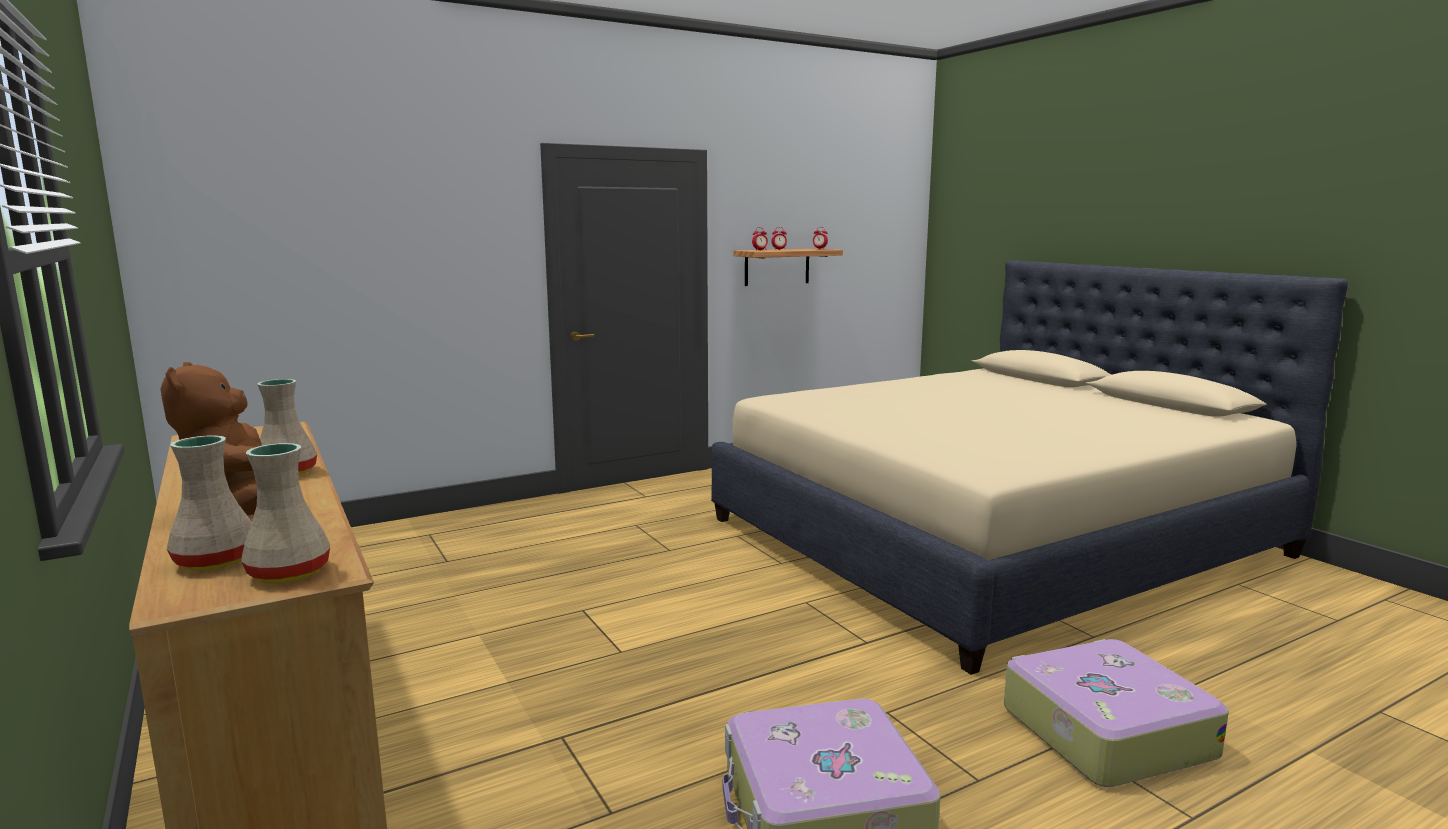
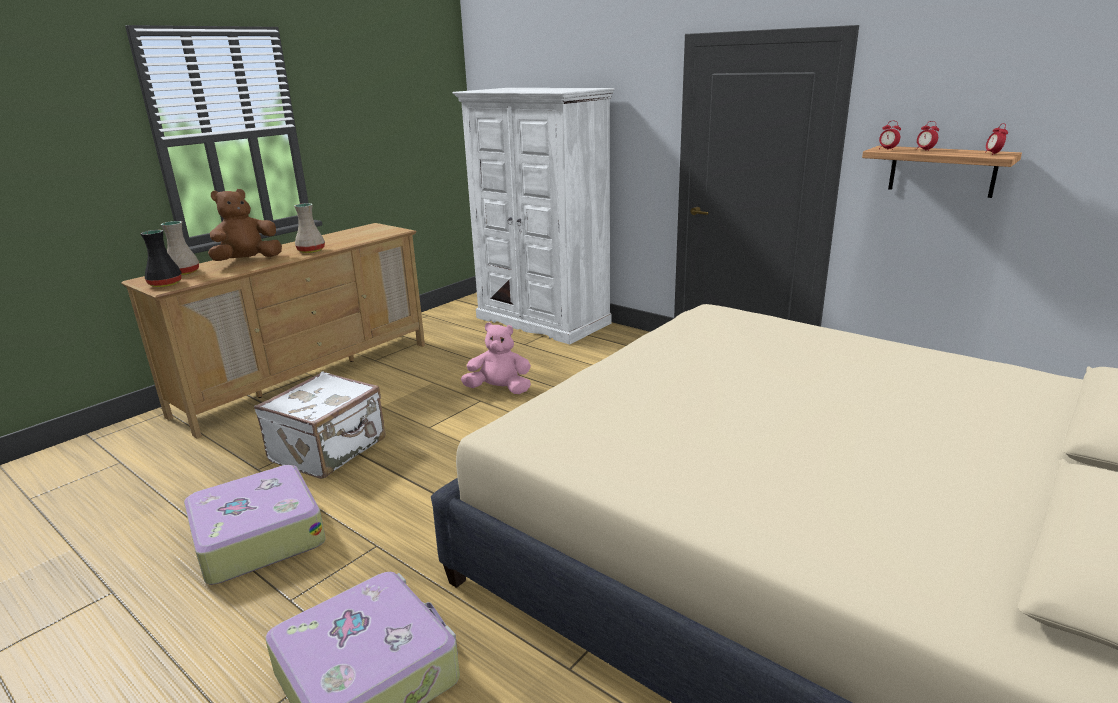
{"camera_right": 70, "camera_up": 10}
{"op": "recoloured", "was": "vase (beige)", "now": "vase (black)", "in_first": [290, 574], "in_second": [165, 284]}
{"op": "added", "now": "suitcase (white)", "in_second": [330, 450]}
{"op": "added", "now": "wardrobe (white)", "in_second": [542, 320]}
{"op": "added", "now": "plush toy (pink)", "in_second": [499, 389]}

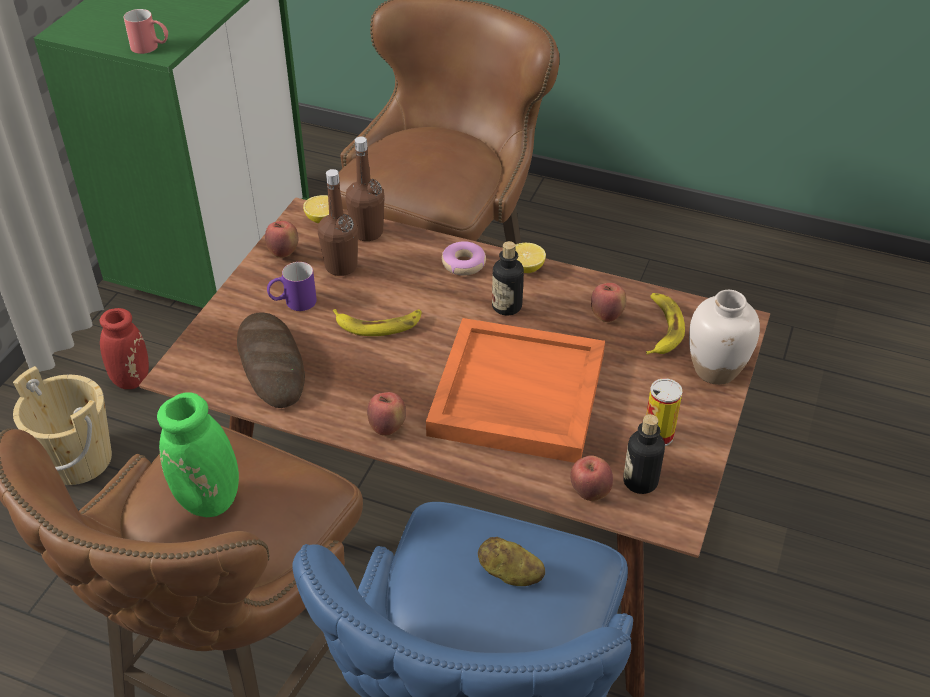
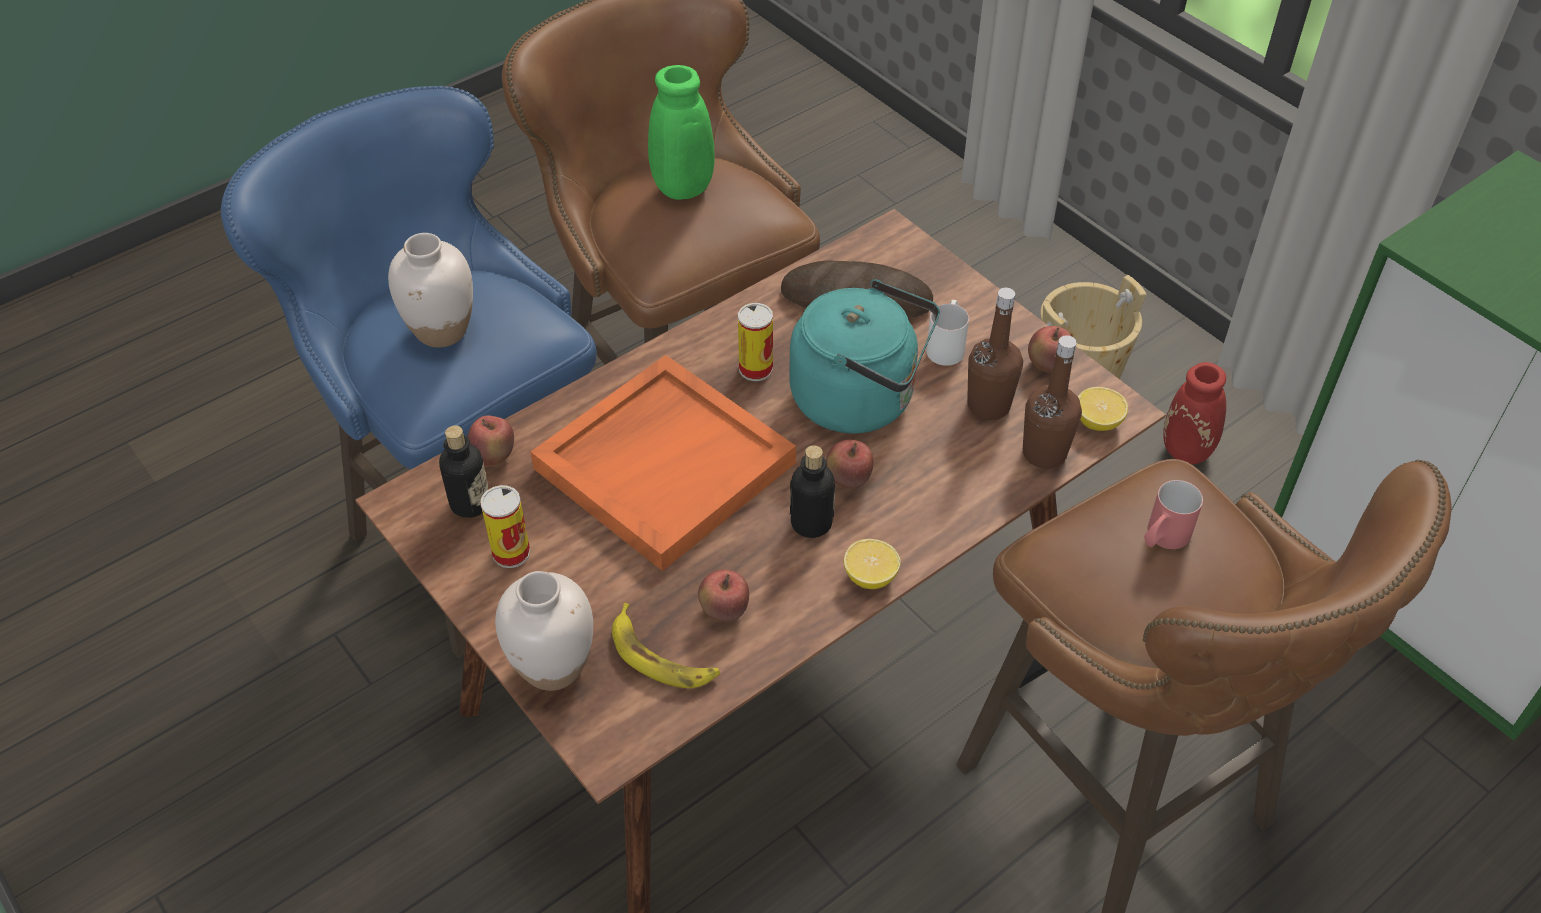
{"camera_right": 120, "camera_up": 5}
{"op": "moved", "was": "mug (red)", "in_first": [151, 48], "in_second": [1162, 539]}
{"op": "recoloured", "was": "mug (purple)", "now": "mug (white)", "in_first": [293, 303], "in_second": [946, 345]}
{"op": "replaced", "was": "banana", "now": "kettle (turquoise)", "in_first": [378, 324], "in_second": [860, 399]}
{"op": "moved", "was": "apple", "in_first": [387, 427], "in_second": [848, 481]}
{"op": "removed", "was": "donut", "in_first": [463, 264]}
{"op": "replaced", "was": "potato", "now": "vase (white)", "in_first": [510, 574], "in_second": [442, 331]}
{"op": "added", "now": "can", "in_second": [755, 369]}

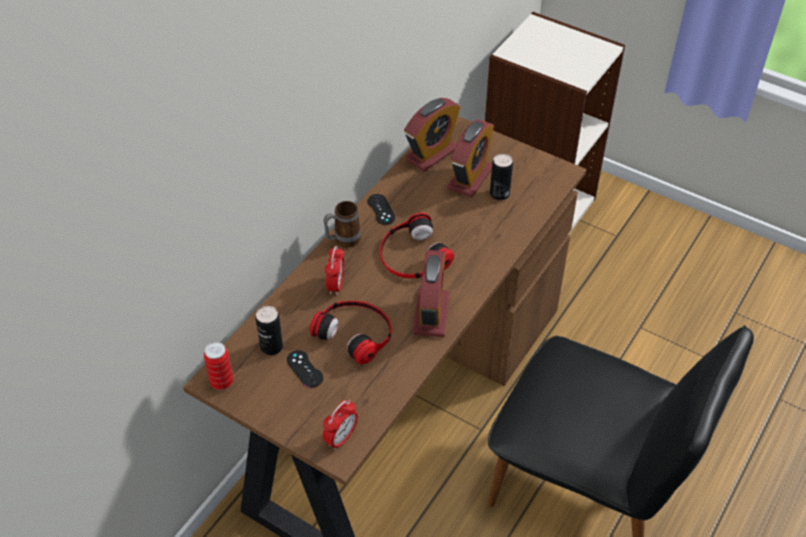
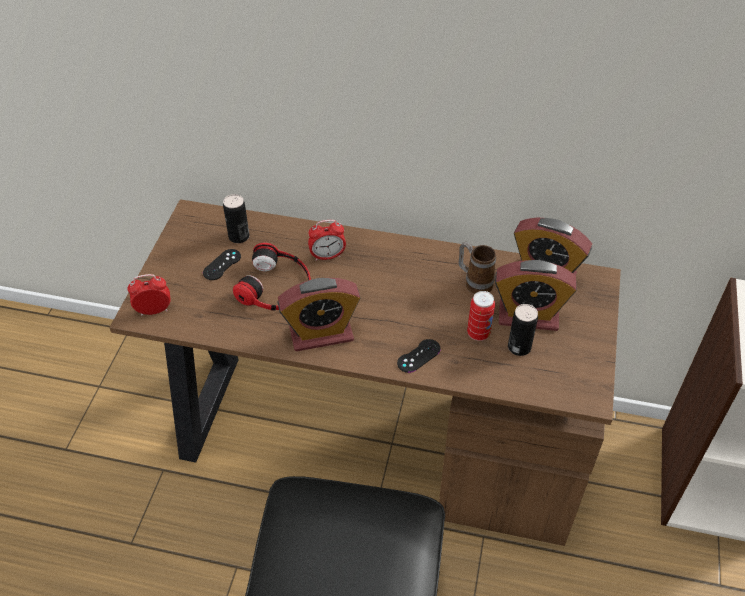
{"camera_right": 70, "camera_up": 0}
{"op": "moved", "was": "can", "in_first": [222, 382], "in_second": [478, 333]}
{"op": "moved", "was": "mug", "in_first": [342, 241], "in_second": [474, 282]}
{"op": "turned", "was": "alarm clock", "in_first": [341, 438], "in_second": [154, 310], "clockwise": 150}
{"op": "moved", "was": "game controller (black)", "in_first": [381, 209], "in_second": [418, 356]}
{"op": "removed", "was": "headphones", "in_first": [412, 255]}

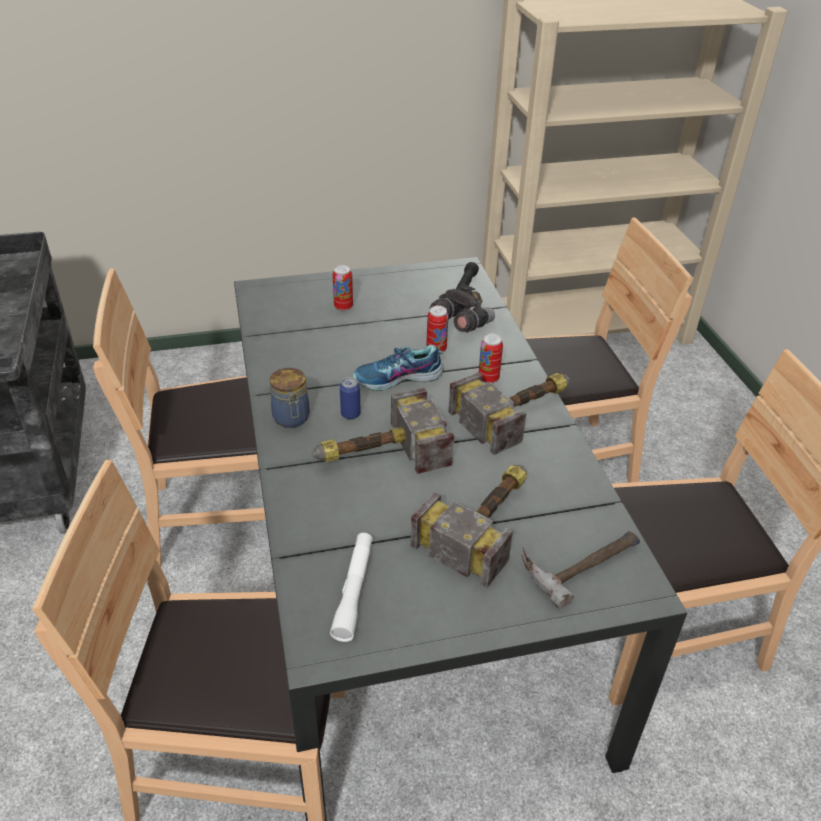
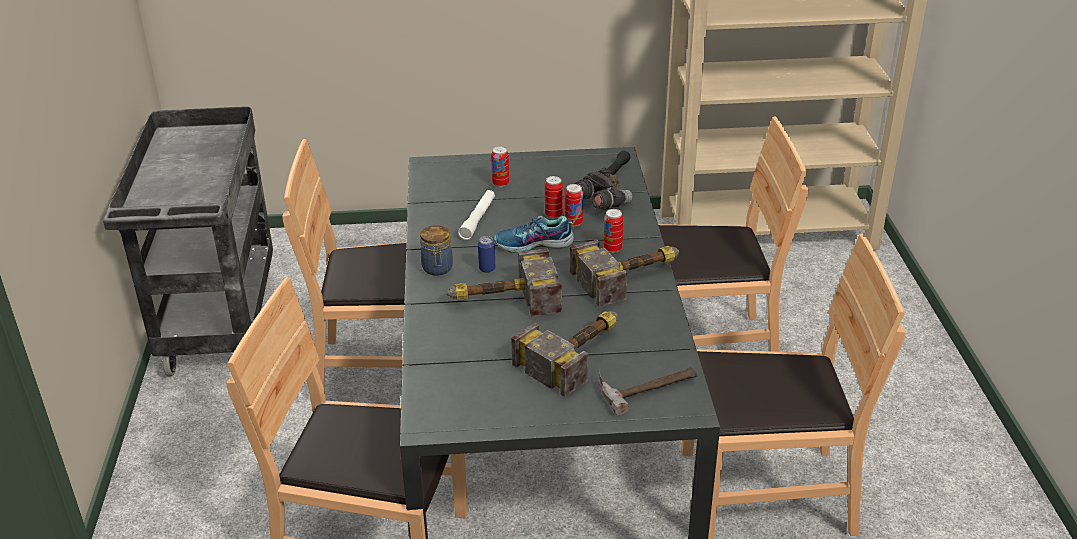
{"camera_right": 10, "camera_up": -5}
{"op": "moved", "was": "flashlight (white)", "in_first": [354, 590], "in_second": [478, 219]}
{"op": "added", "now": "can", "in_second": [553, 215]}

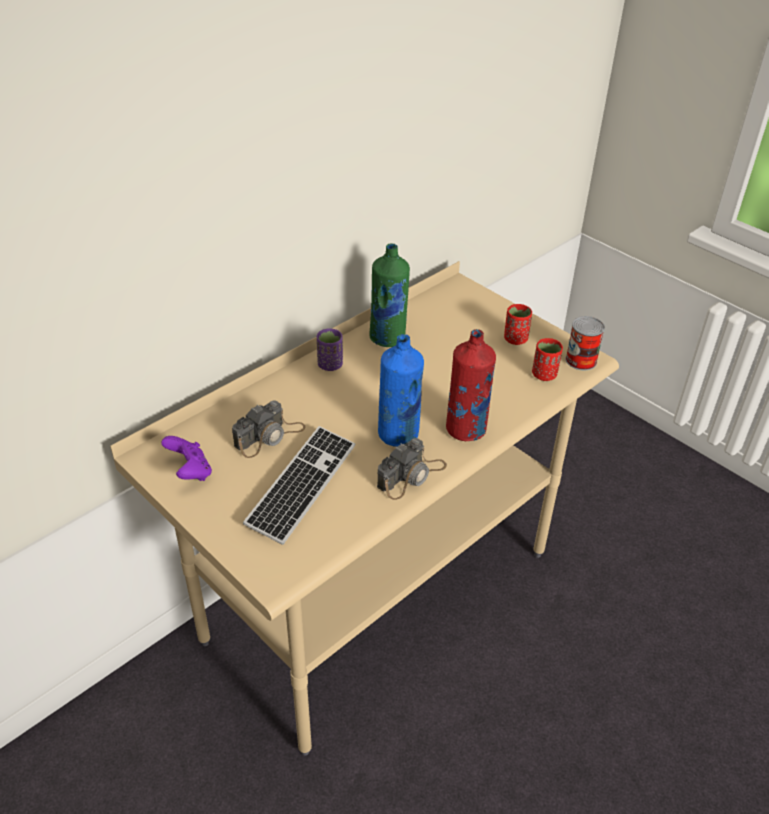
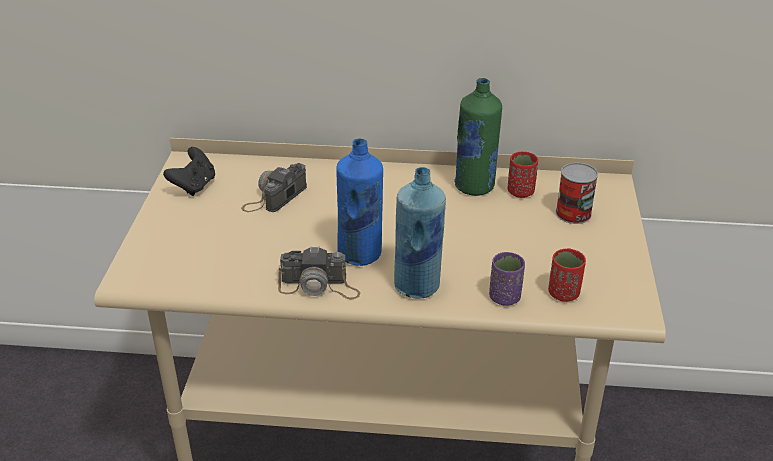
{"camera_right": 50, "camera_up": -5}
{"op": "recoloured", "was": "game controller (purple)", "now": "game controller (black)", "in_first": [190, 472], "in_second": [194, 186]}
{"op": "turned", "was": "photo camera", "in_first": [269, 436], "in_second": [275, 197], "clockwise": 120}
{"op": "removed", "was": "keyboard", "in_first": [302, 485]}
{"op": "moved", "was": "cup (purple)", "in_first": [330, 365], "in_second": [504, 297]}
{"op": "recoloured", "was": "bottle (red)", "now": "bottle (blue)", "in_first": [466, 429], "in_second": [417, 286]}
{"op": "moved", "was": "cup (red)", "in_first": [515, 339], "in_second": [520, 192]}
{"op": "moved", "was": "can", "in_first": [581, 360], "in_second": [573, 213]}

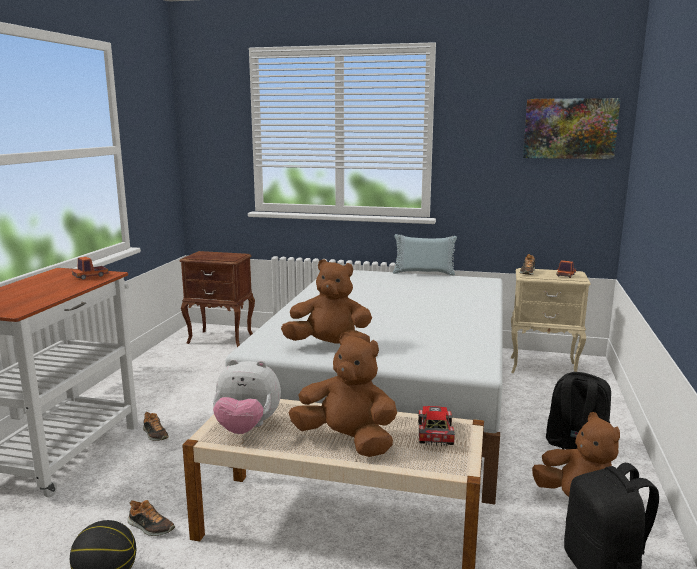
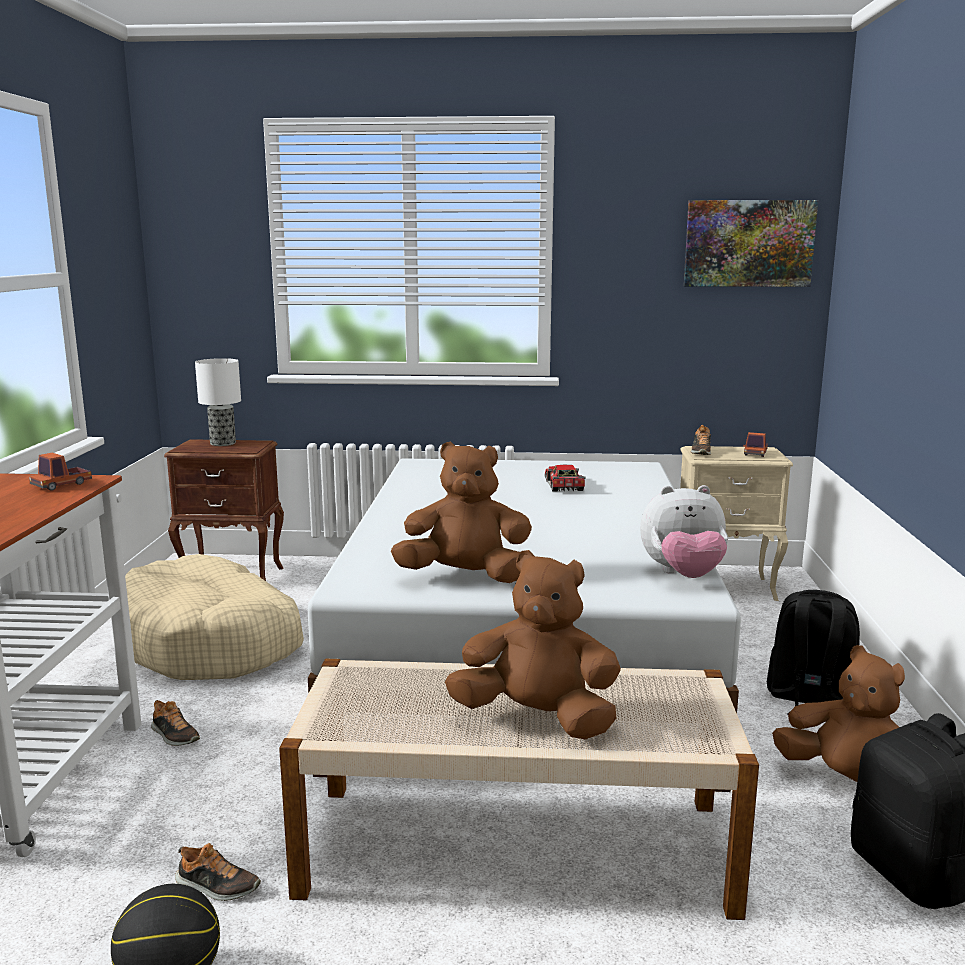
{"camera_right": -10, "camera_up": 0}
{"op": "moved", "was": "plush toy", "in_first": [247, 428], "in_second": [683, 575]}
{"op": "removed", "was": "pillow (blue)", "in_first": [423, 273]}
{"op": "moved", "was": "toy car", "in_first": [433, 432], "in_second": [562, 485]}
{"op": "added", "now": "dog bed (beige)", "in_second": [211, 643]}
{"op": "added", "now": "table lamp", "in_second": [223, 443]}

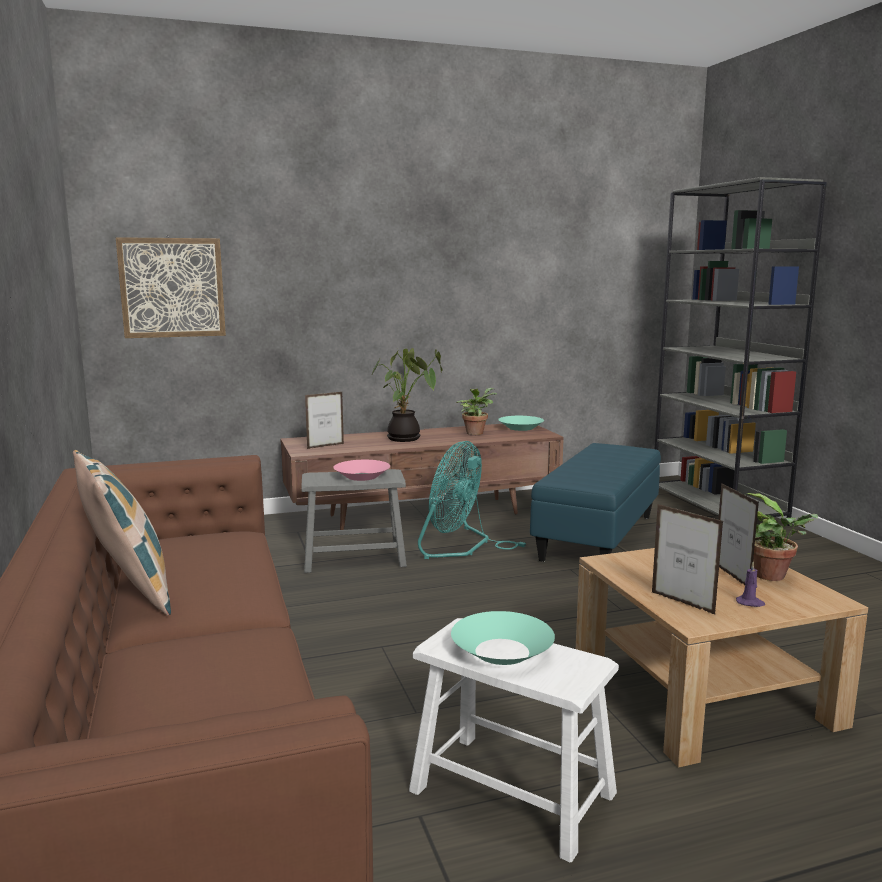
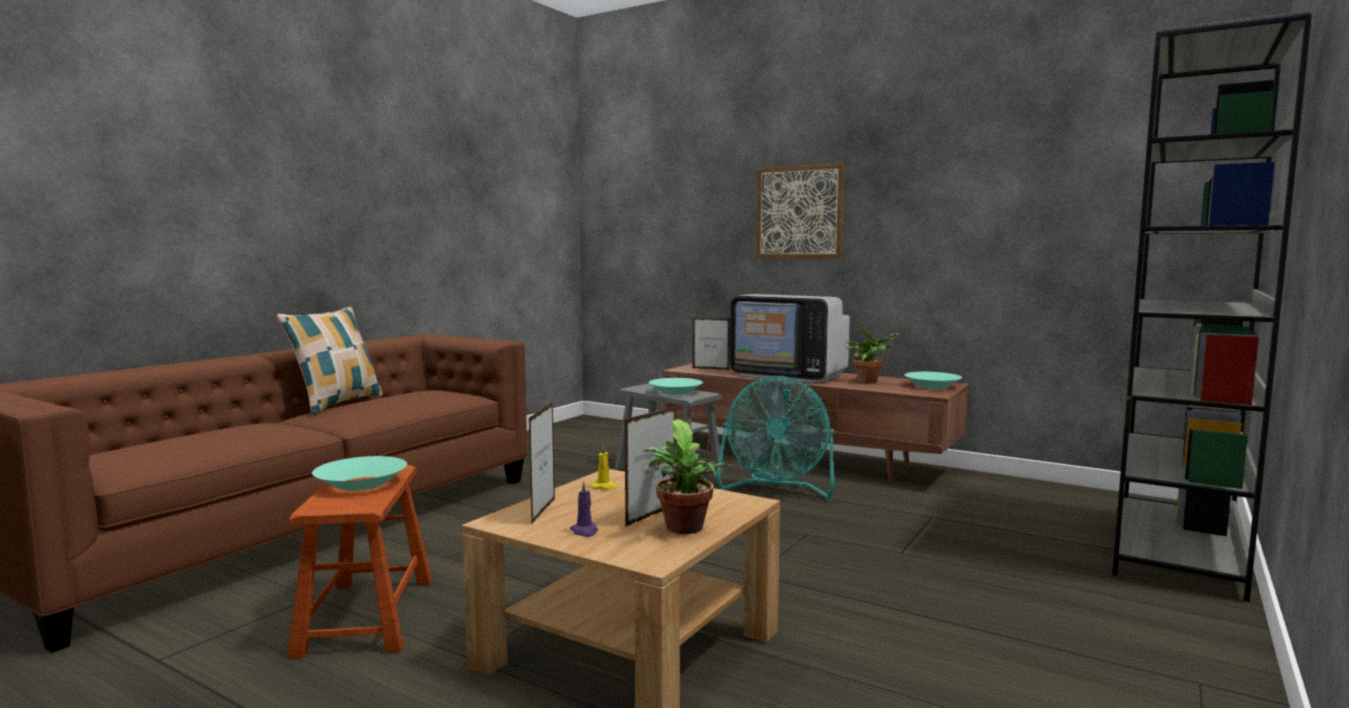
{"camera_right": 50, "camera_up": -5}
{"op": "moved", "was": "picture", "in_first": [172, 286], "in_second": [799, 211]}
{"op": "recoloured", "was": "bowl (pink)", "now": "bowl (turquoise)", "in_first": [362, 476], "in_second": [675, 392]}
{"op": "replaced", "was": "potted plant", "now": "television", "in_first": [406, 439], "in_second": [789, 375]}
{"op": "recoloured", "was": "stool (white)", "now": "stool (brown)", "in_first": [512, 791], "in_second": [367, 615]}
{"op": "turned", "was": "fan (turquoise)", "in_first": [466, 545], "in_second": [774, 489], "clockwise": -150}
{"op": "removed", "was": "ottoman (blue)", "in_first": [597, 537]}
{"op": "added", "now": "candle (yellow)", "in_second": [605, 487]}

